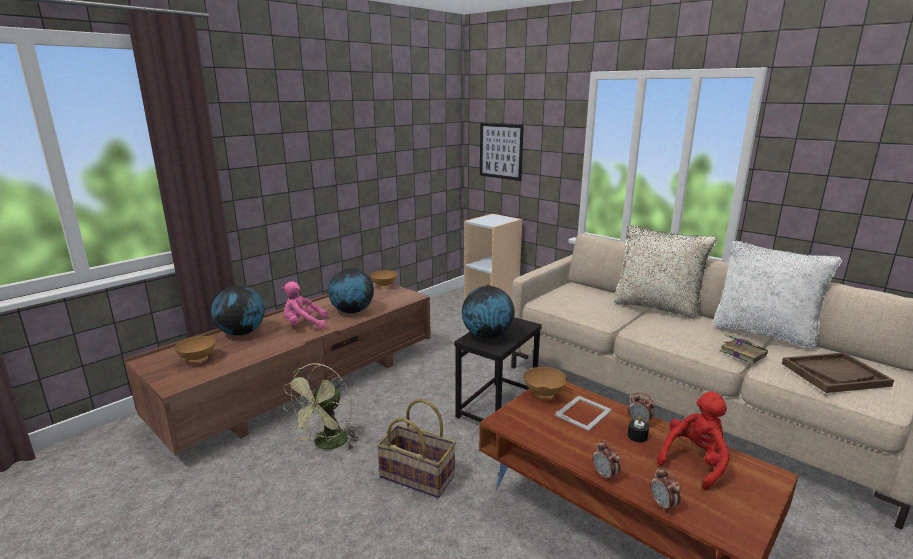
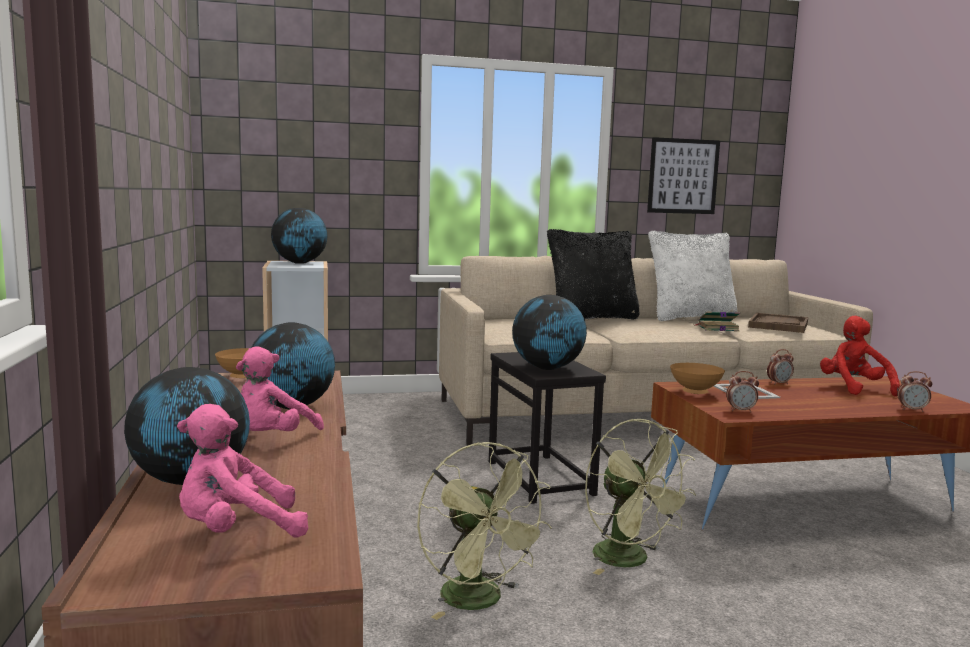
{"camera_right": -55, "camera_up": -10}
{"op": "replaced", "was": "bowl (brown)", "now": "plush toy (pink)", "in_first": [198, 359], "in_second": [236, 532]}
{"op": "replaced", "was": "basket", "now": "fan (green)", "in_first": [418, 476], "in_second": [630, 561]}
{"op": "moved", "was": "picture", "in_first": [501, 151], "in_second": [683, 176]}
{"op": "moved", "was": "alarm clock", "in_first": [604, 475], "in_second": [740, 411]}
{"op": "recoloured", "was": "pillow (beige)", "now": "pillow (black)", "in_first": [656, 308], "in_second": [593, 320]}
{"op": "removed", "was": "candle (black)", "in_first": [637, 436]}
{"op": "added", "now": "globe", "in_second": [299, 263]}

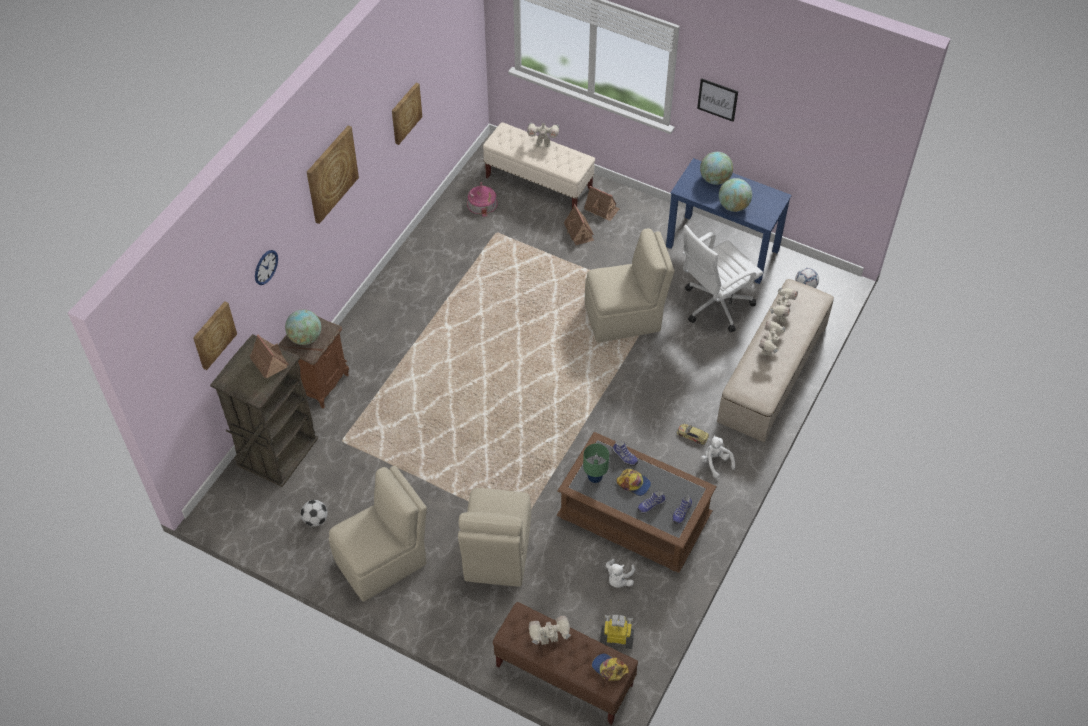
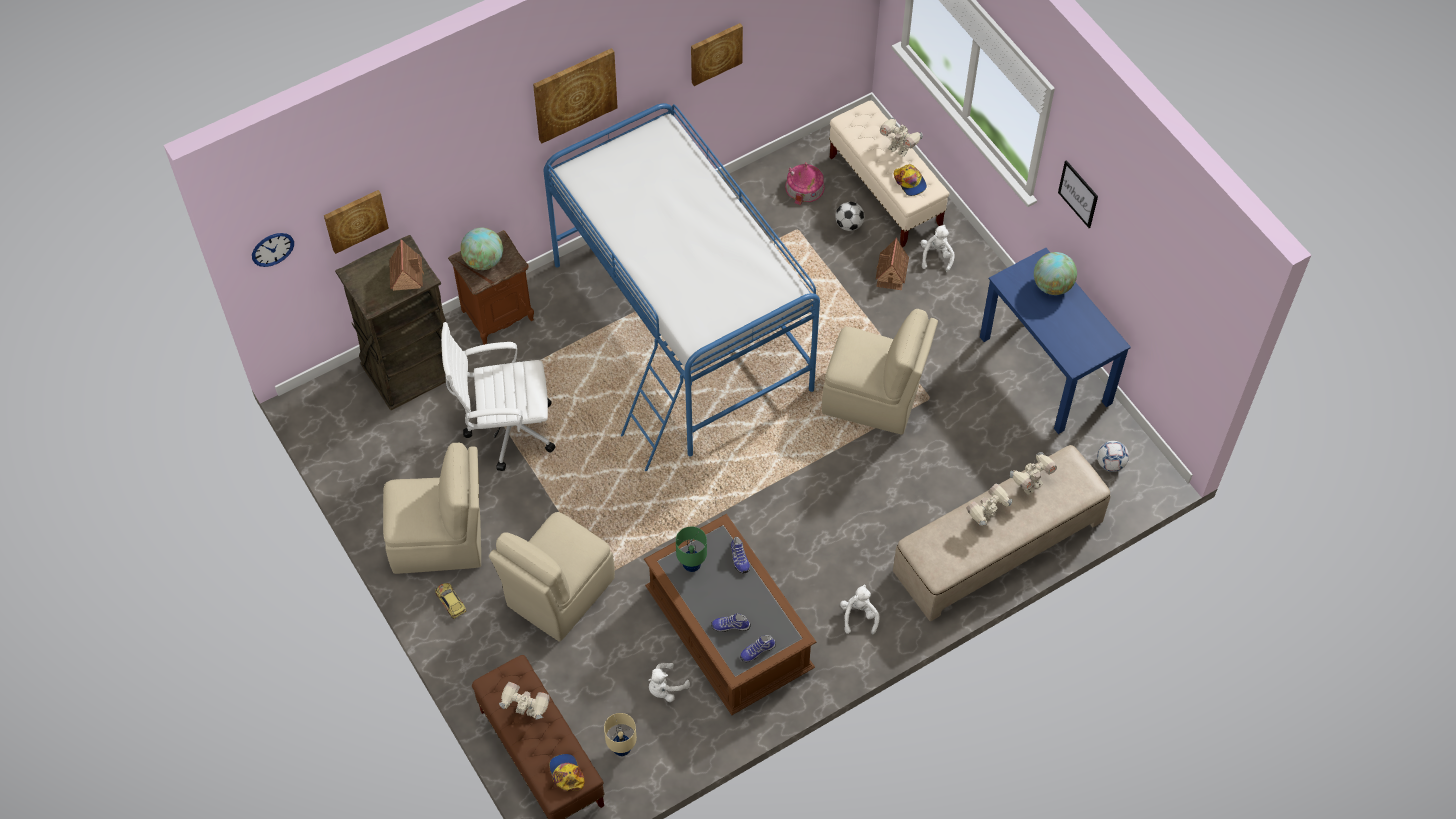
{"camera_right": 30, "camera_up": 5}
{"op": "moved", "was": "wall clock", "in_first": [265, 267], "in_second": [272, 249]}
{"op": "moved", "was": "football", "in_first": [315, 519], "in_second": [849, 224]}
{"op": "replaced", "was": "toy house", "now": "plush toy (white)", "in_first": [601, 209], "in_second": [936, 256]}
{"op": "replaced", "was": "toy robot", "now": "table lamp (beige)", "in_first": [617, 638], "in_second": [621, 749]}
{"op": "moved", "was": "cap", "in_first": [634, 483], "in_second": [910, 182]}
{"op": "moved", "was": "toy car", "in_first": [692, 435], "in_second": [450, 601]}
{"op": "moved", "was": "office chair (white)", "in_first": [714, 306], "in_second": [506, 431]}
{"op": "removed", "was": "globe", "in_first": [733, 206]}
{"op": "added", "now": "bed (blue)", "in_second": [681, 330]}

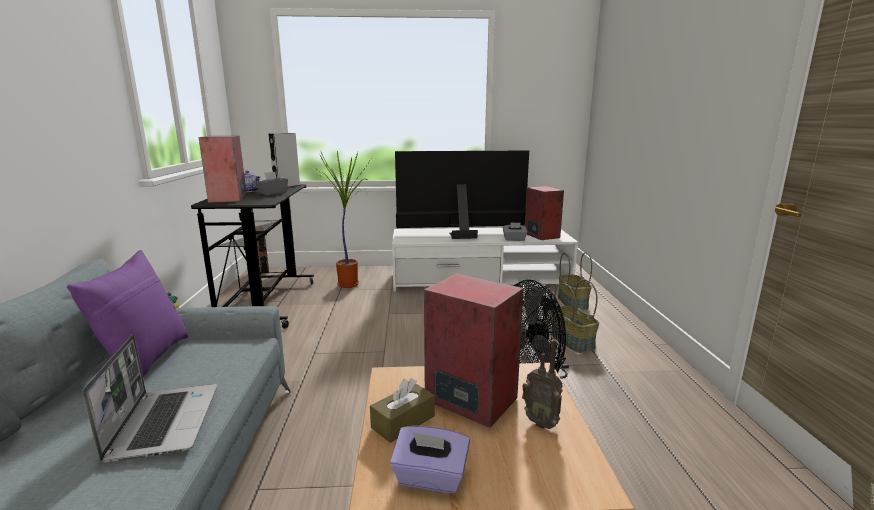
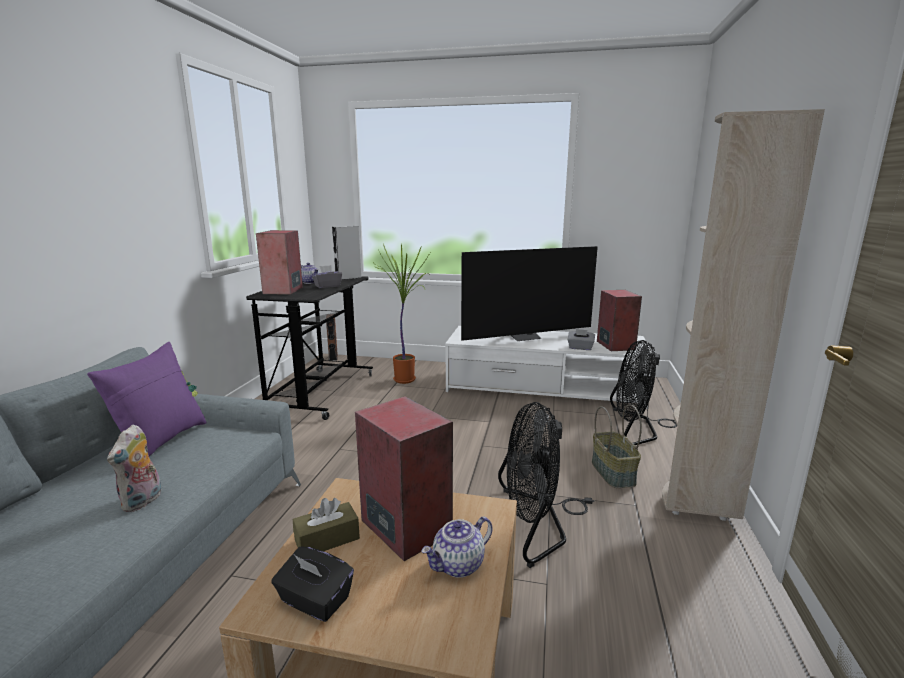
{"camera_right": 15, "camera_up": 0}
{"op": "replaced", "was": "laptop", "now": "plush toy", "in_first": [164, 422], "in_second": [143, 501]}
{"op": "recoloured", "was": "tissue box (purple)", "now": "tissue box (black)", "in_first": [430, 477], "in_second": [314, 601]}
{"op": "turned", "was": "television", "in_first": [461, 234], "in_second": [525, 337], "clockwise": 150}
{"op": "replaced", "was": "radio", "now": "teapot", "in_first": [541, 422], "in_second": [458, 565]}
{"op": "replaced", "was": "basket", "now": "fan (black)", "in_first": [573, 303], "in_second": [638, 427]}
{"op": "added", "now": "bookcase (beige)", "in_second": [696, 504]}

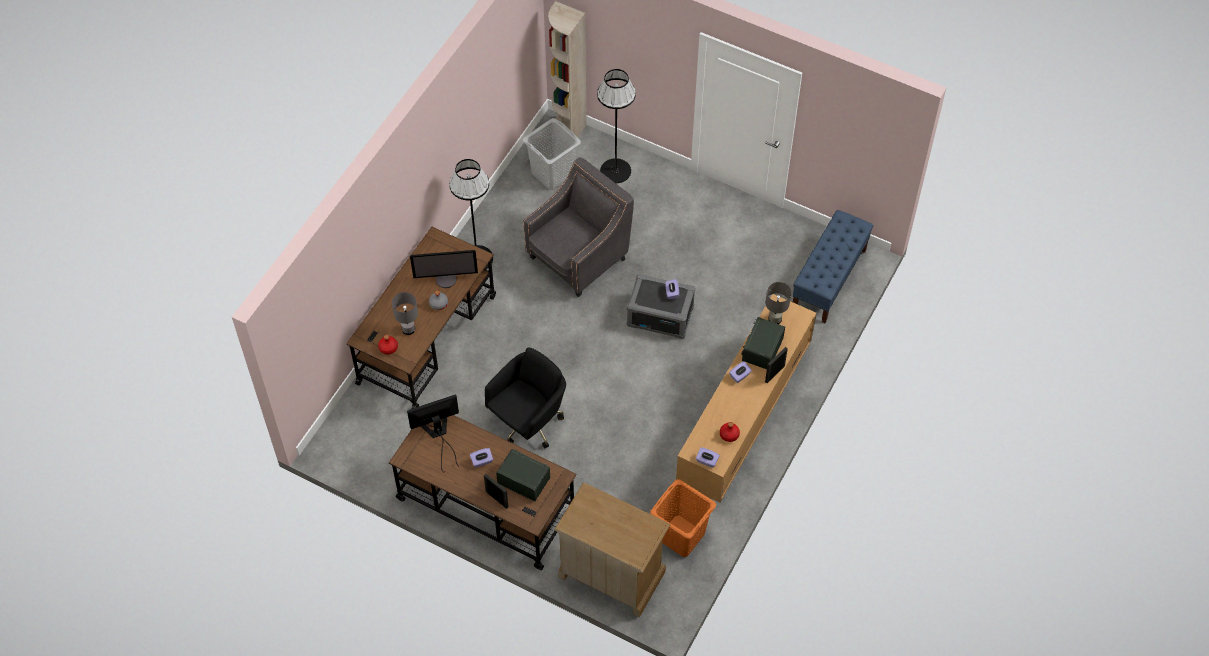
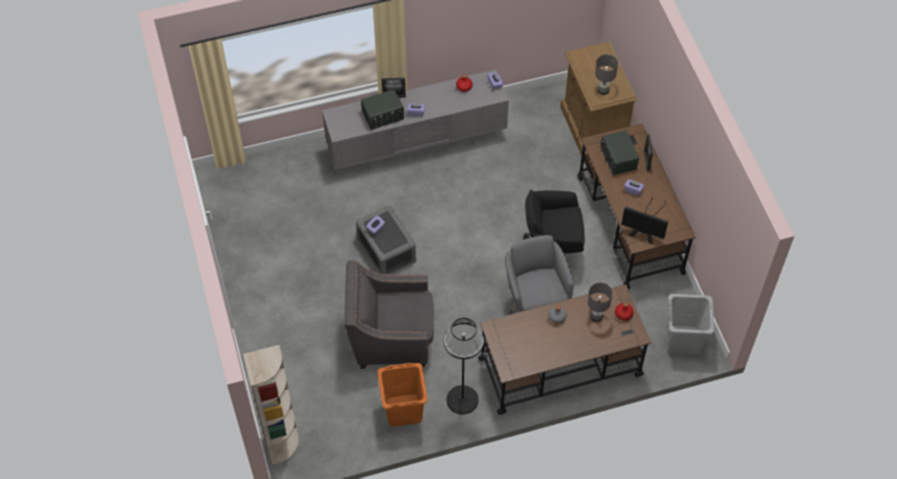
{"camera_right": -135, "camera_up": 0}
{"op": "removed", "was": "monitor", "in_first": [446, 279]}
{"op": "moved", "was": "laundry basket (grey)", "in_first": [552, 173], "in_second": [683, 340]}
{"op": "removed", "was": "floor lamp (black)", "in_first": [615, 170]}
{"op": "moved", "was": "laundry basket (orange)", "in_first": [681, 535], "in_second": [403, 410]}
{"op": "recoloured", "was": "cabinet (brown)", "now": "cabinet (grey)", "in_first": [743, 423], "in_second": [417, 144]}
{"op": "moved", "was": "table lamp (grey)", "in_first": [775, 319], "in_second": [603, 89]}
{"op": "removed", "was": "bench (blue)", "in_first": [829, 279]}
{"op": "added", "now": "office chair (grey)", "in_second": [535, 305]}

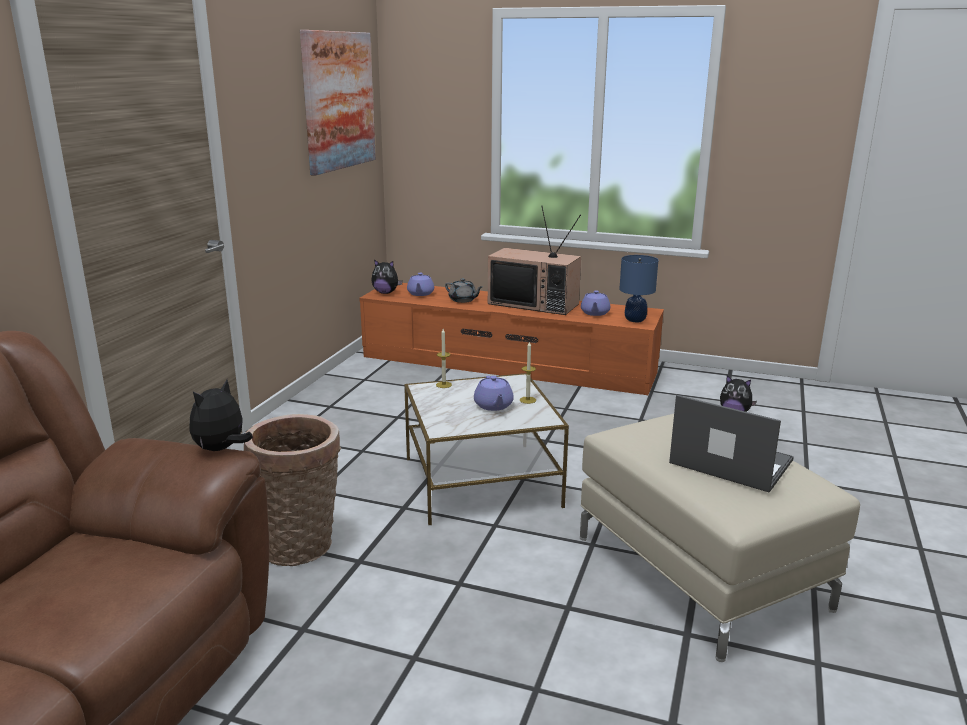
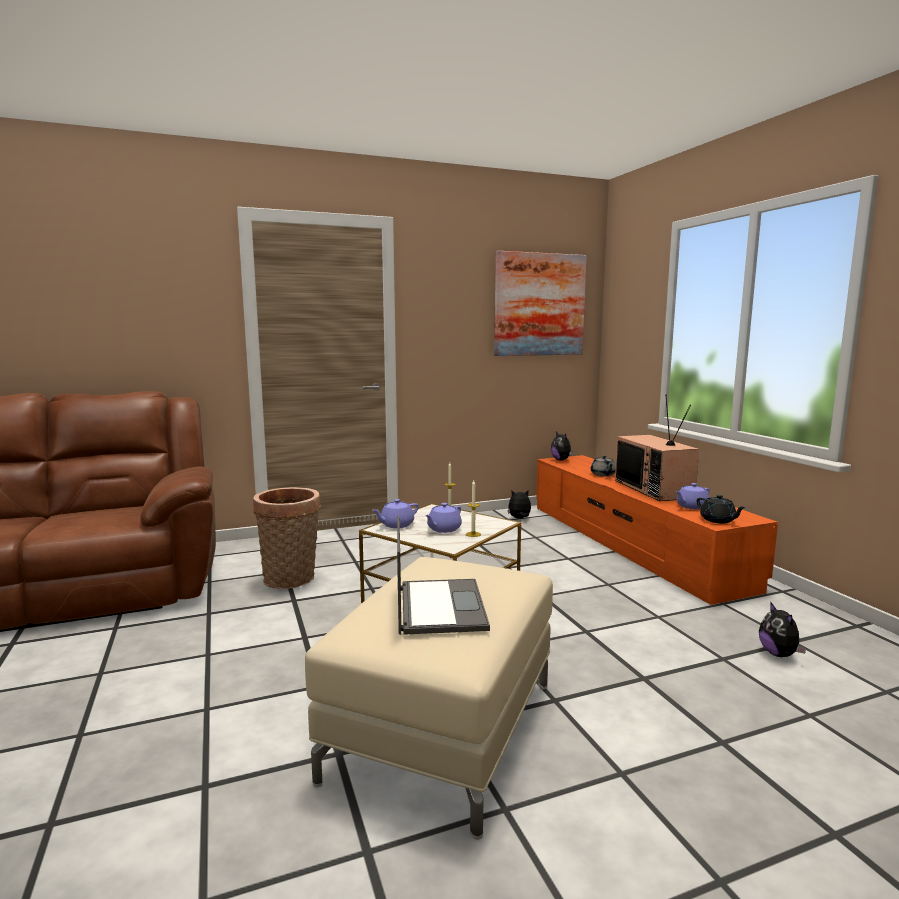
{"camera_right": 50, "camera_up": -10}
{"op": "moved", "was": "plush toy", "in_first": [221, 449], "in_second": [519, 518]}
{"op": "moved", "was": "teapot (purple)", "in_first": [420, 294], "in_second": [396, 525]}
{"op": "replaced", "was": "table lamp (blue)", "now": "teapot (black)", "in_first": [635, 320], "in_second": [718, 520]}

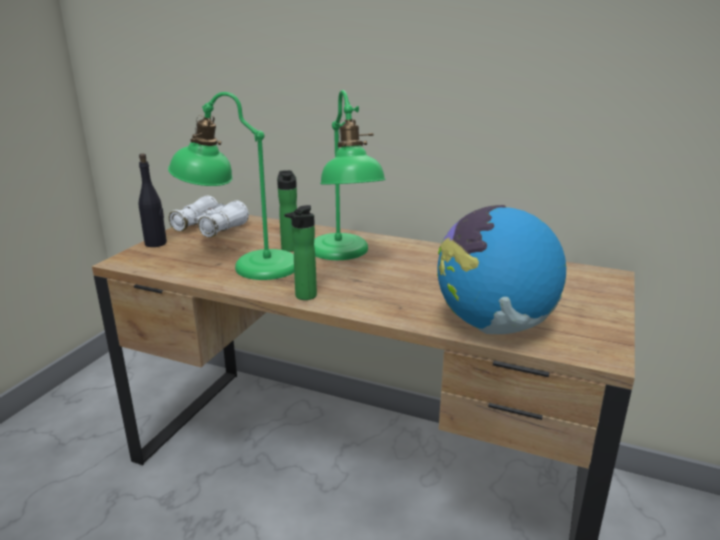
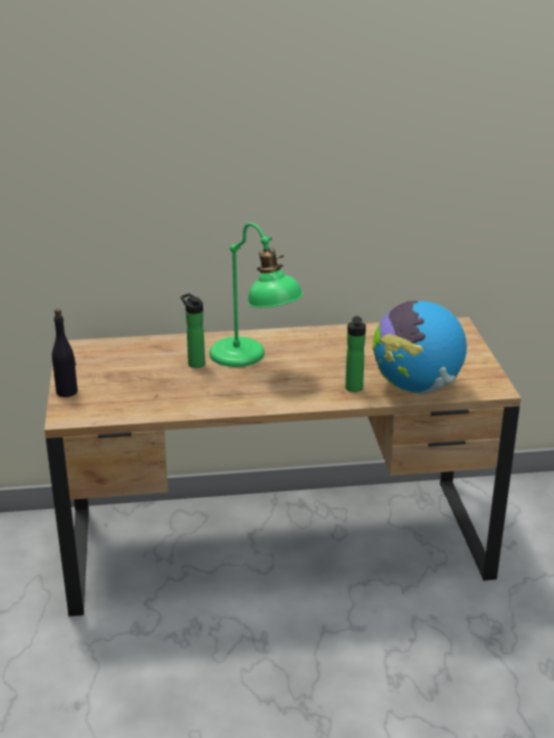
{"camera_right": -30, "camera_up": 5}
{"op": "removed", "was": "table lamp (green)", "in_first": [240, 264]}
{"op": "removed", "was": "binoculars (white)", "in_first": [210, 228]}
{"op": "moved", "was": "bottle", "in_first": [303, 297], "in_second": [354, 389]}

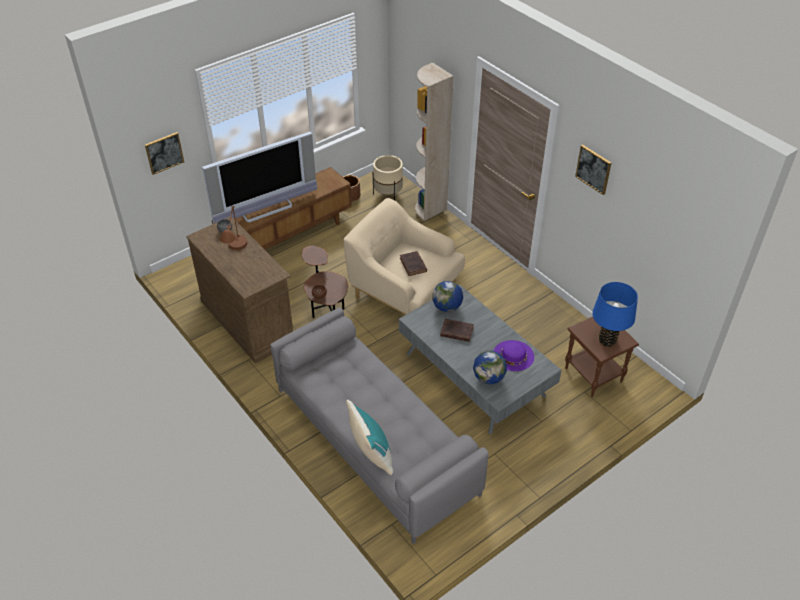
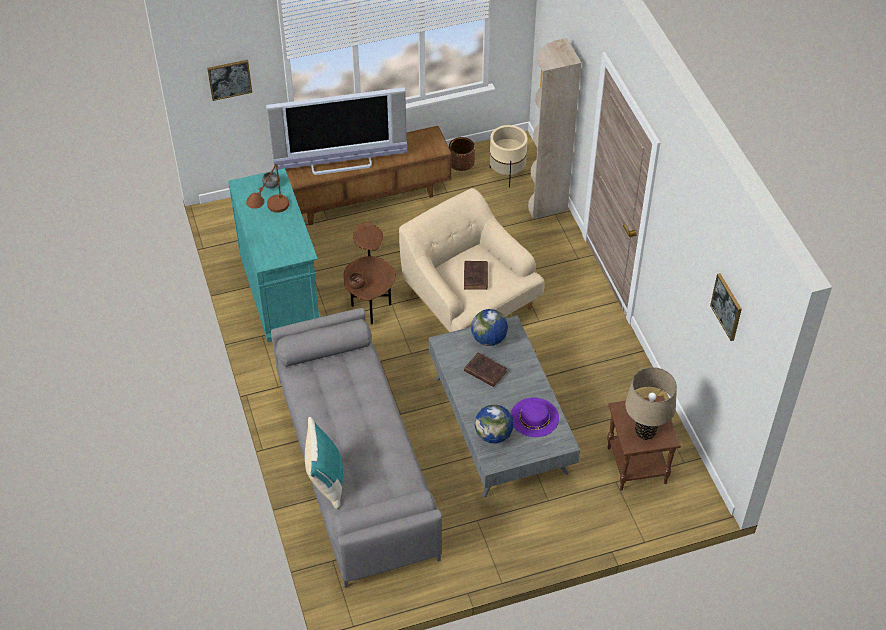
{"camera_right": 20, "camera_up": 5}
{"op": "recoloured", "was": "dresser (brown)", "now": "dresser (turquoise)", "in_first": [248, 320], "in_second": [280, 290]}
{"op": "moved", "was": "picture", "in_first": [593, 169], "in_second": [727, 306]}
{"op": "recoloured", "was": "table lamp (blue)", "now": "table lamp (beige)", "in_first": [607, 340], "in_second": [645, 431]}

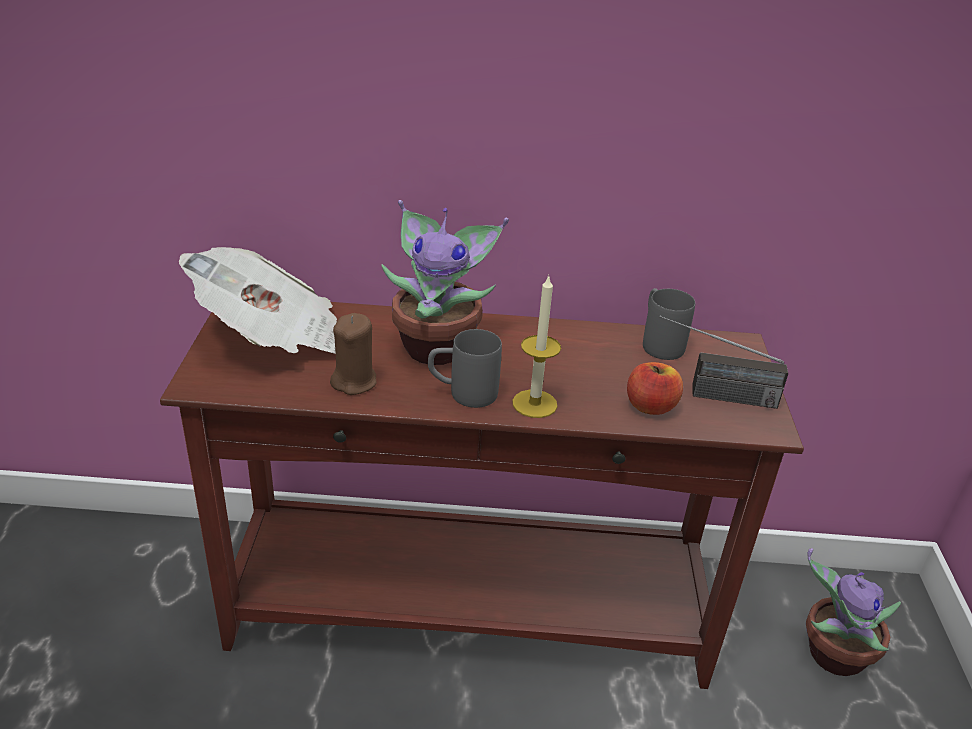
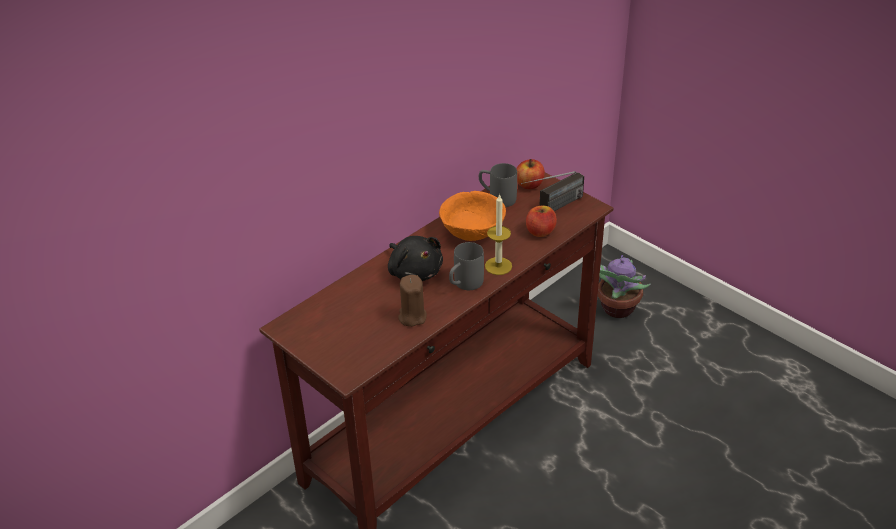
{"camera_right": -45, "camera_up": 5}
{"op": "removed", "was": "newspaper", "in_first": [274, 338]}
{"op": "replaced", "was": "potted plant", "now": "plush toy (black)", "in_first": [438, 346], "in_second": [414, 272]}
{"op": "added", "now": "bowl (orange)", "in_second": [473, 233]}
{"op": "added", "now": "apple", "in_second": [529, 185]}

